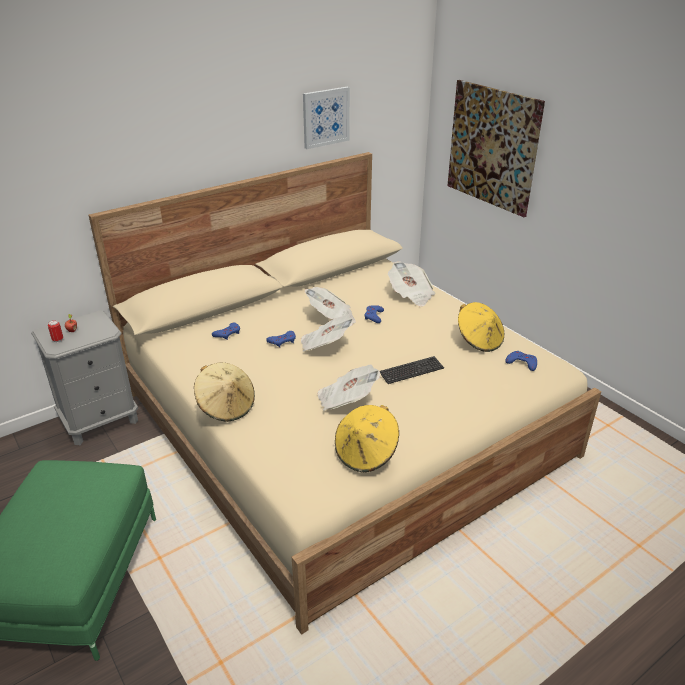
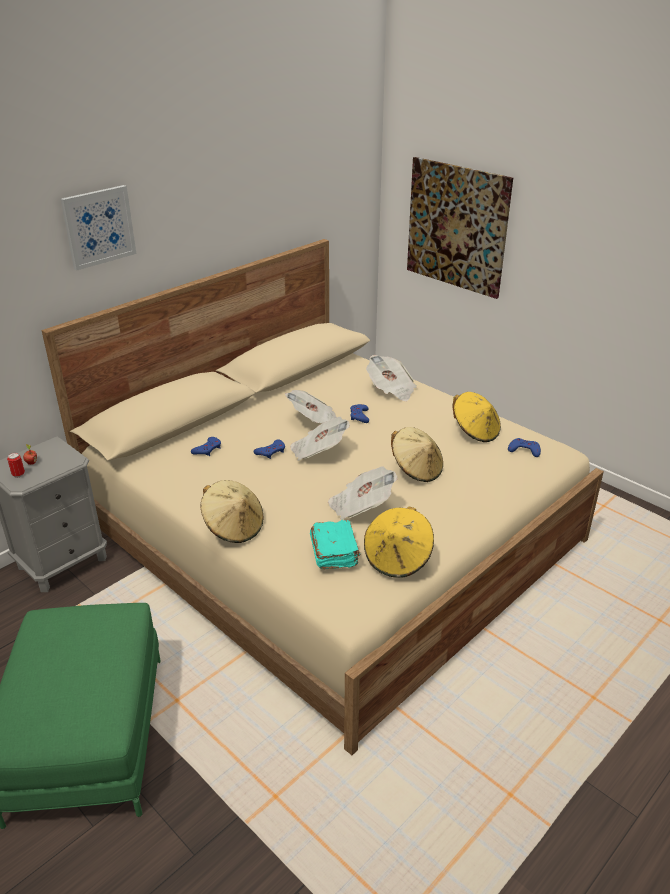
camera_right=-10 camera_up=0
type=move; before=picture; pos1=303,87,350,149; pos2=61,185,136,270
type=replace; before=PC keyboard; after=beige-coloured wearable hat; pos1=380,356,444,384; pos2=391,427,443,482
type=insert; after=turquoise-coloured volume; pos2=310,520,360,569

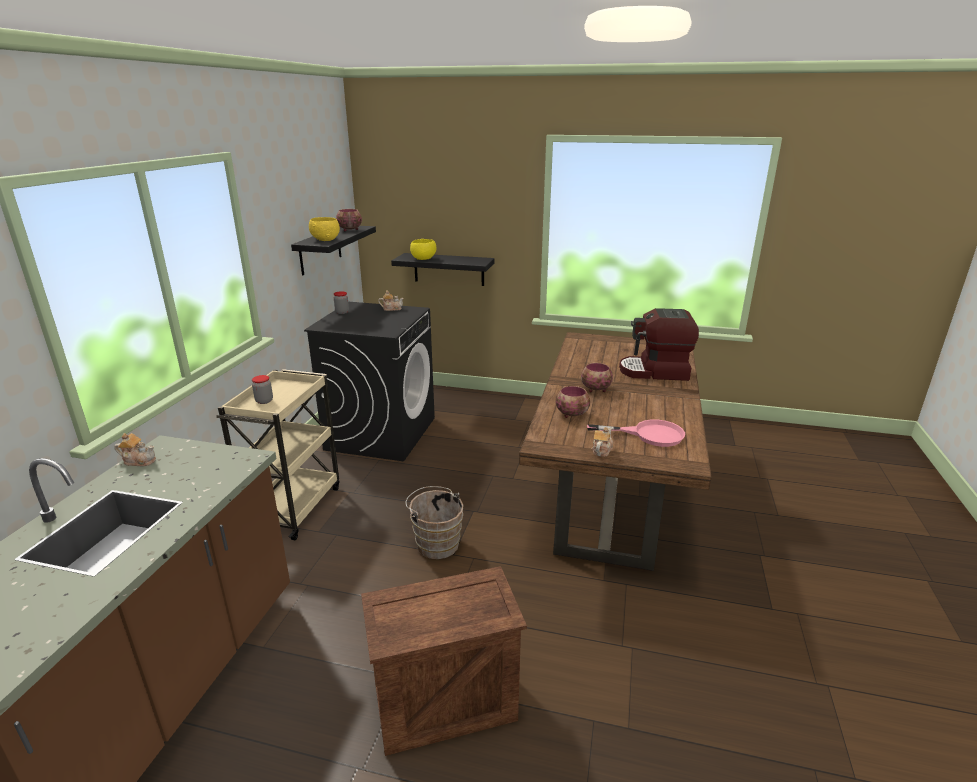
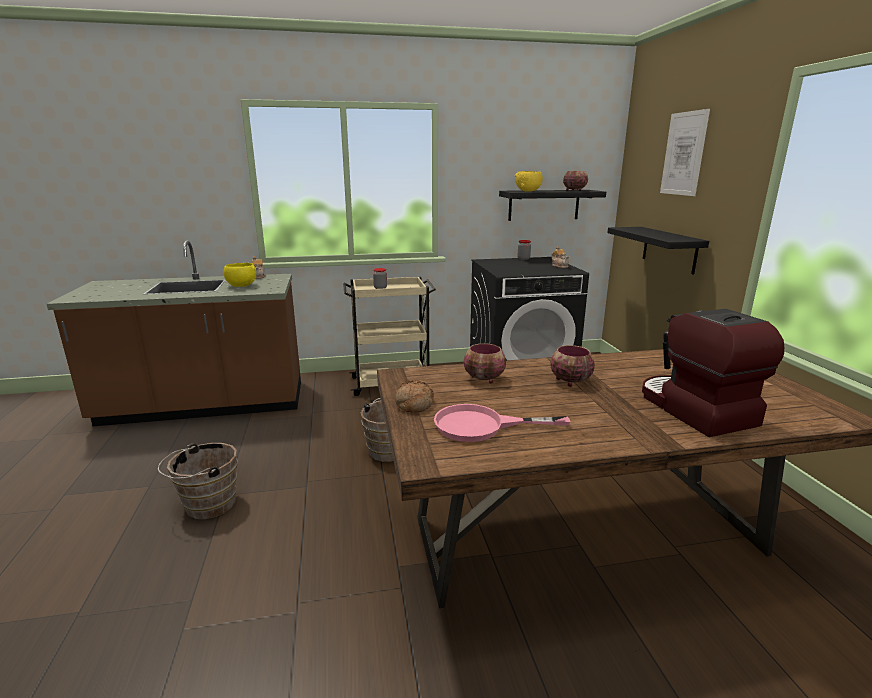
camera_right=65 camera_up=-5
type=move; before=yellow-coloured serving bowl; pos1=410,239,436,260; pos2=224,263,256,287
type=rotate; before=pinkish pan; pos1=587,420,685,447; pos2=434,404,570,442; turn=105
type=replace; before=pot for tea; after=baked bread; pos1=591,427,613,457; pos2=395,380,434,413
type=replace; before=shipping crate; after=brown bucket; pos1=361,566,527,756; pos2=158,443,238,519
type=insert; after=picture; pos2=660,109,710,196

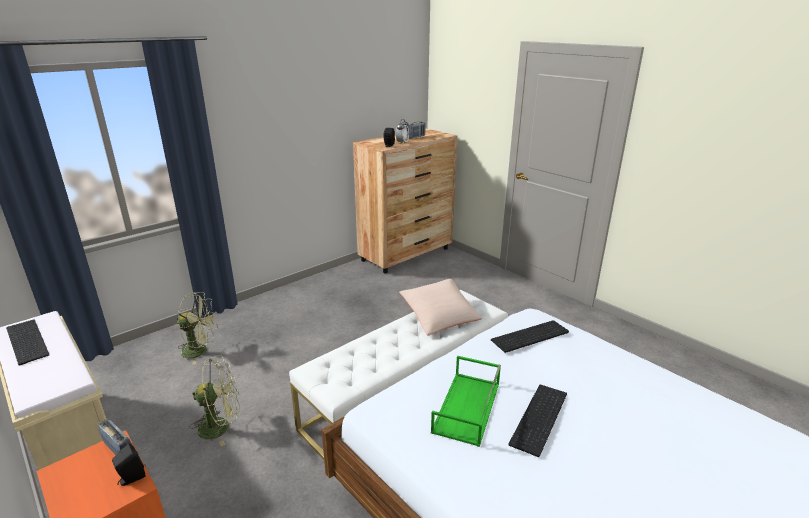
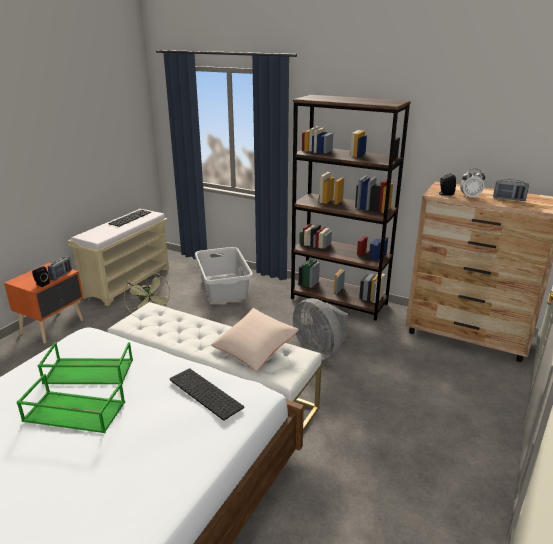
camera_right=70 camera_up=0
type=replace; before=green-coloured fan; after=gray laundry basket; pos1=177,292,218,365; pos2=195,247,253,303
type=replace; before=PC keyboard; after=green-coloured carrying tray; pos1=509,385,567,457; pos2=17,374,125,433
type=insert; after=brown bookshelf; pos2=291,95,411,321
type=insert; after=gray fan; pos2=293,298,348,360

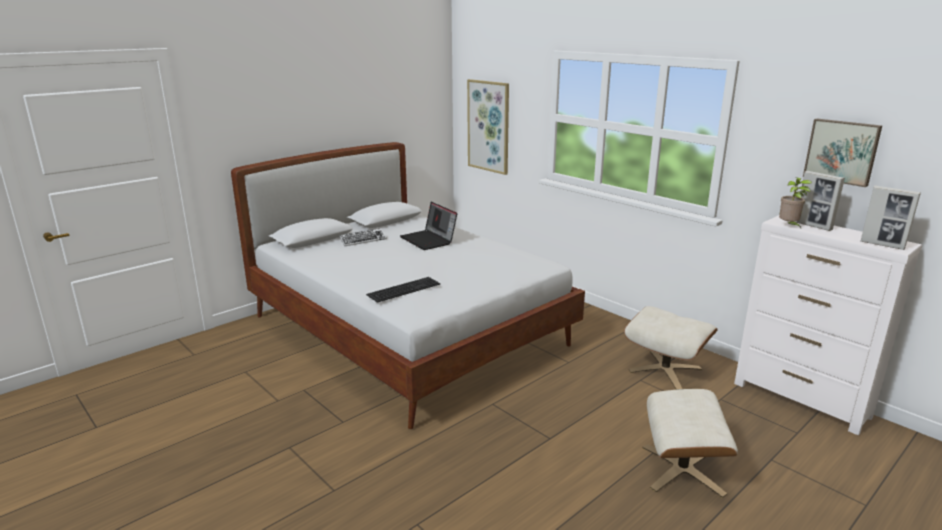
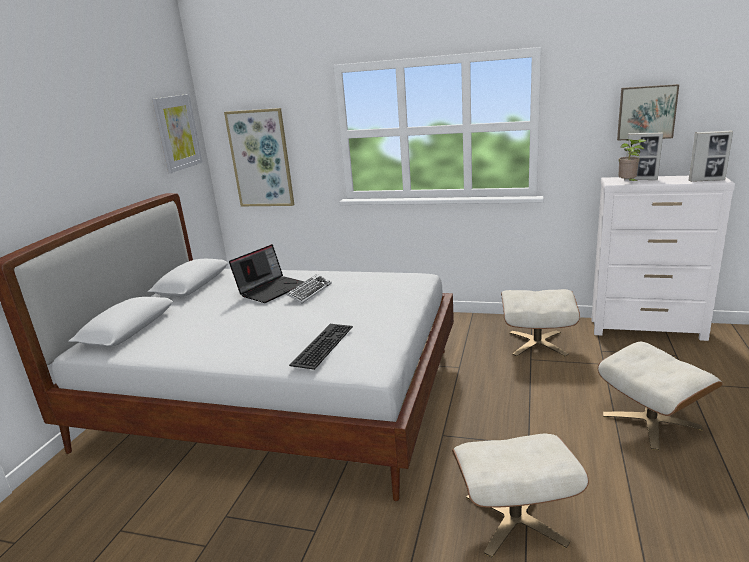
camera_right=-30 camera_up=0
type=rotate; before=notebook computer; pos1=400,202,457,250; pos2=229,244,305,303; turn=-75
type=move; before=PC keyboard; pos1=339,228,387,246; pos2=286,274,332,303
type=insert; after=picture; pos2=152,94,202,173
type=insert; after=beige-coloured pouffe; pos2=452,434,589,558

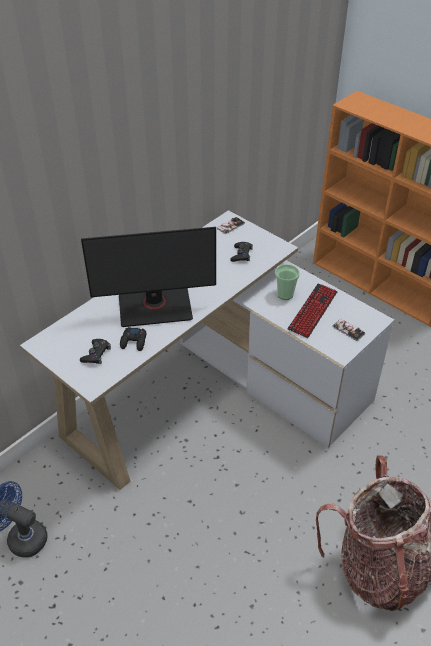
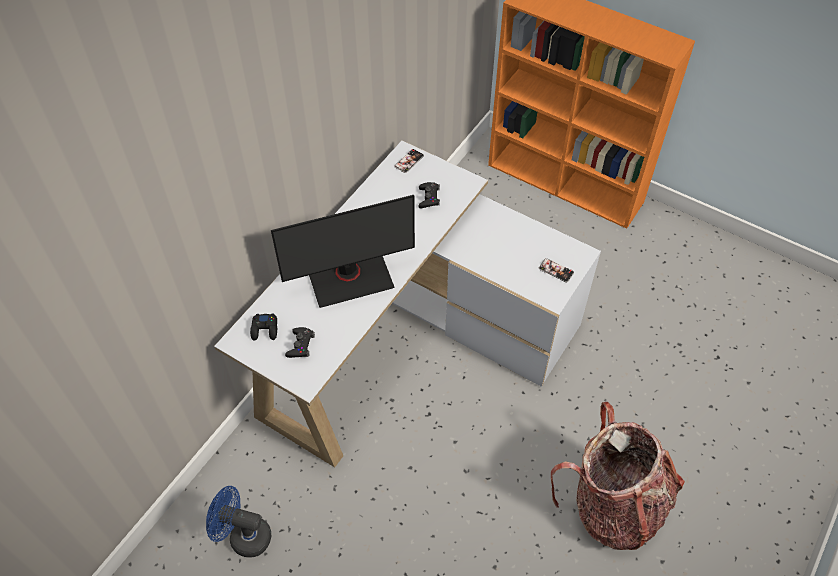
camera_right=-10 camera_up=10
type=delete; before=drinking cup; pos1=275,264,300,300
type=delete; before=PC keyboard; pos1=287,284,337,338
type=move; before=black joypad; pos1=120,327,146,351; pos2=250,314,277,341

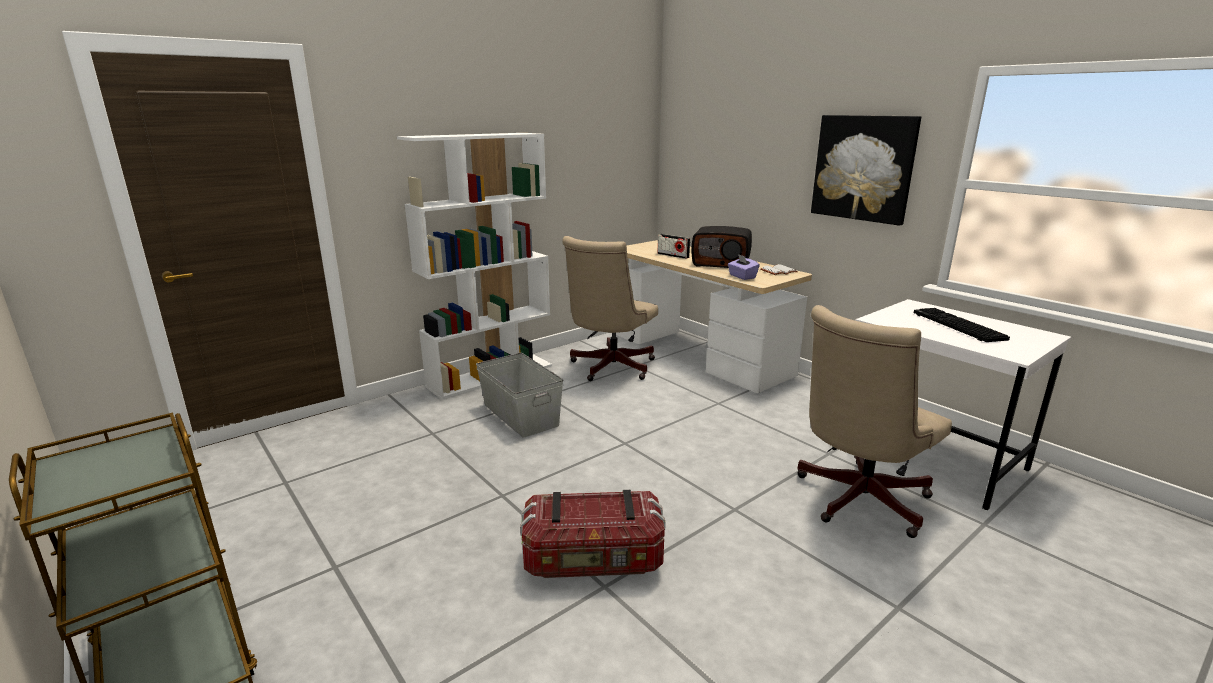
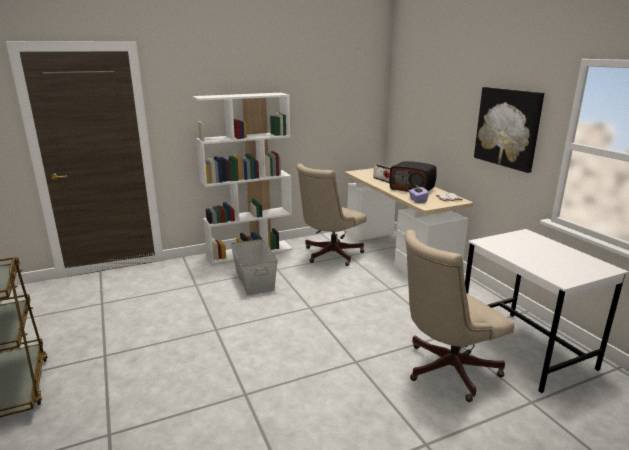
camera_right=15 camera_up=0
type=delete; before=PC keyboard; pos1=914,308,1010,342
type=delete; before=storage box; pos1=520,490,666,578

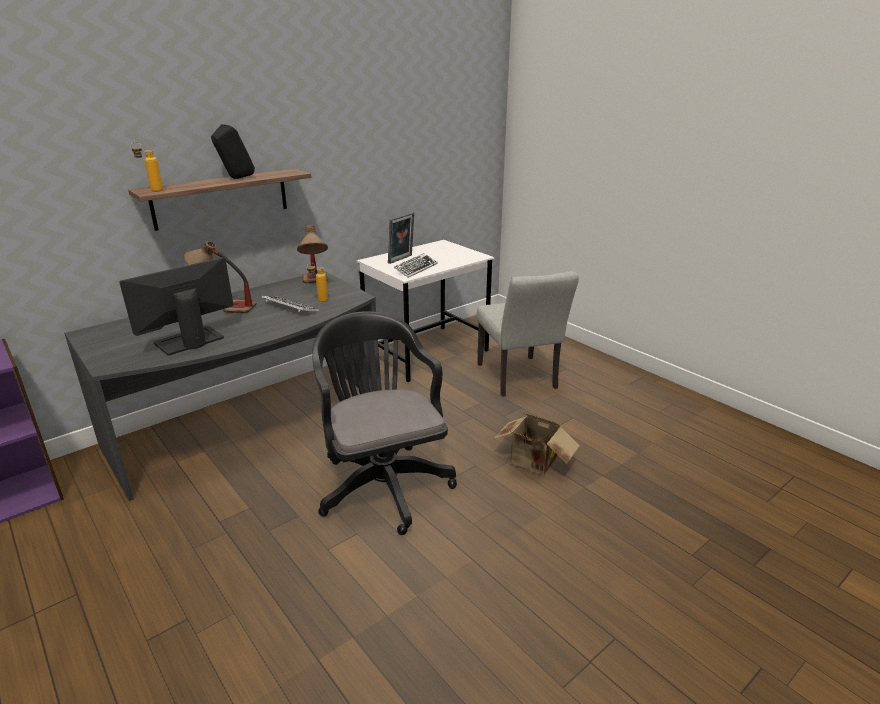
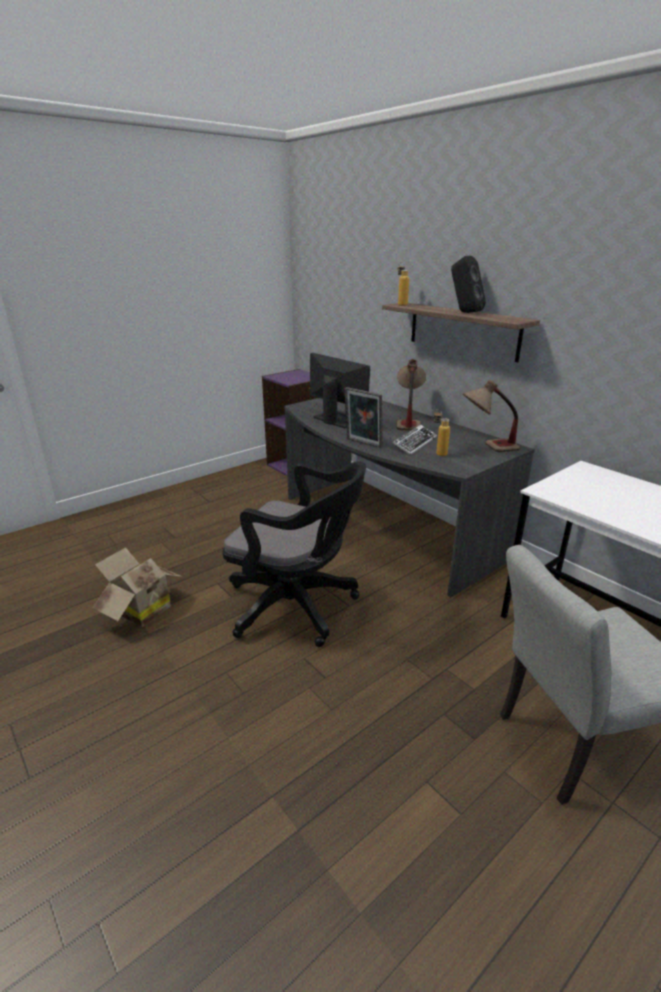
camera_right=90 camera_up=0
type=move; before=standing frame; pos1=388,212,414,264; pos2=345,387,383,448
type=delete; before=PC keyboard; pos1=394,253,438,278
type=rotate; before=black desk chair; pos1=312,311,457,535; pos2=222,461,366,647; turn=45
type=move; before=carton; pos1=494,412,580,475; pos2=93,547,183,627

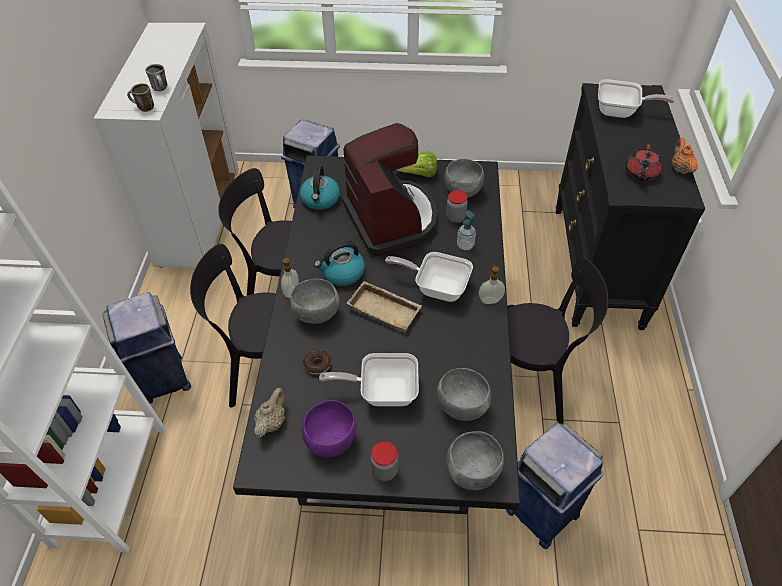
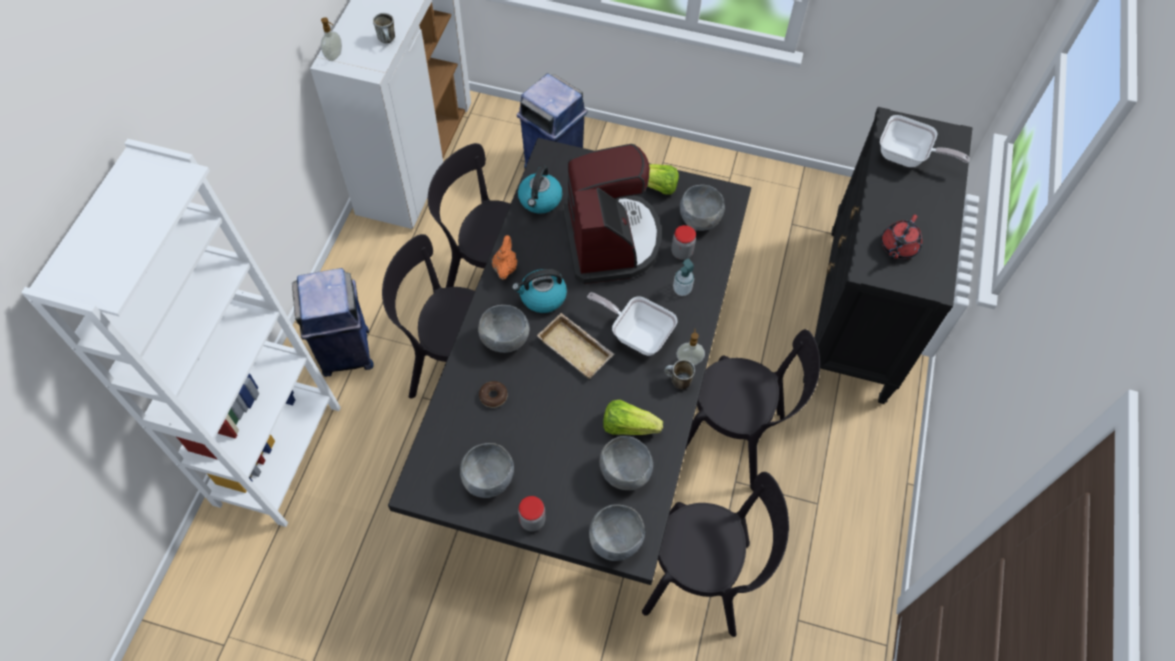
camera_right=10 camera_up=10
type=move; before=tea mug; pos1=127,83,154,112; pos2=664,360,695,390
type=move; before=orange-coloured pot for tea; pos1=672,138,698,174; pos2=492,235,517,280
type=move; before=soap bottle; pos1=281,258,299,298; pos2=321,17,342,61
type=delete; before=pan; pos1=319,353,419,406
type=delete; before=beige-coloured pot for tea; pos1=254,388,285,437
type=recolor; before=purplish serving bowl; after=gray serving bowl; pos1=302,400,356,458; pos2=460,443,514,498
type=replace; before=blue trash can; after=black upright chair; pos1=506,422,603,549; pos2=642,472,789,637
type=insert; after=lettuce head; pos2=603,400,663,435

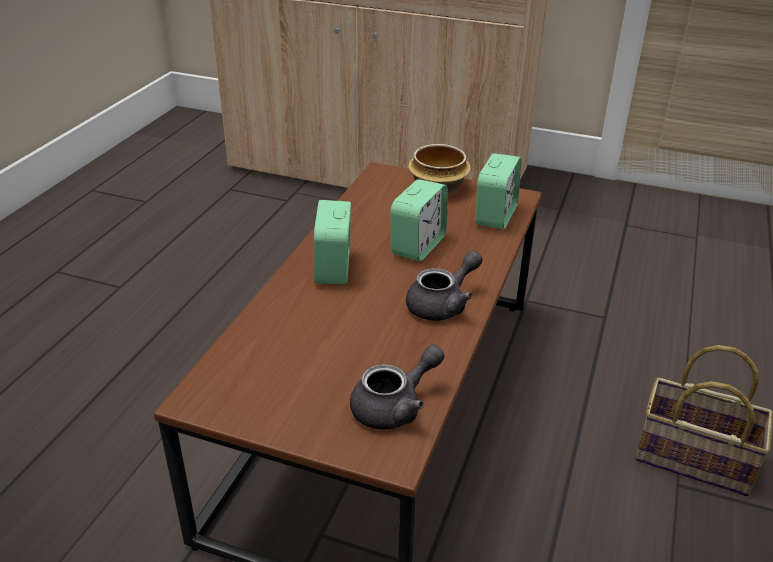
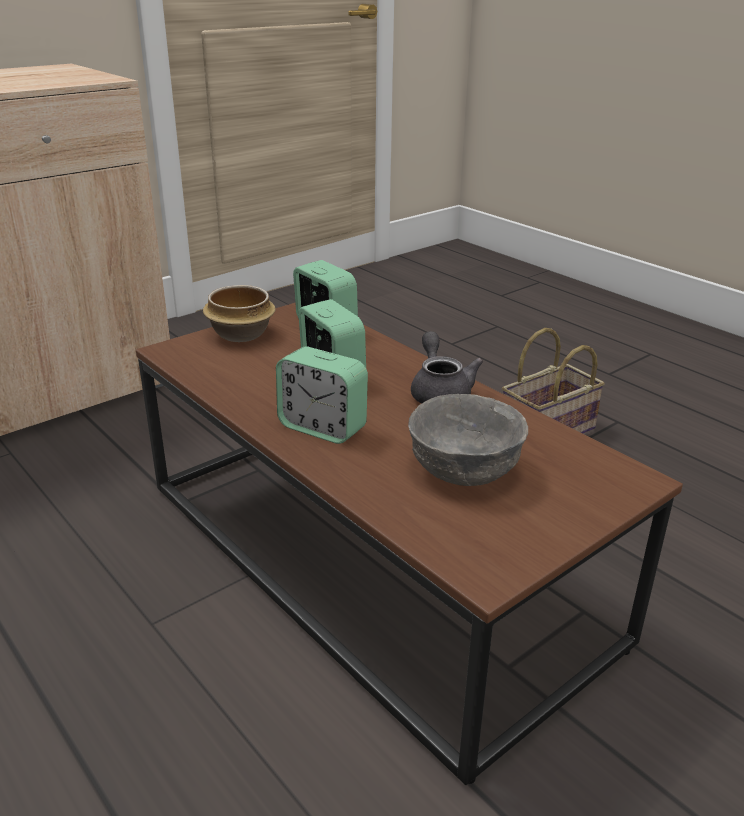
camera_right=-60 camera_up=-5
type=delete; before=gray pot for tea; pos1=350,344,445,430
type=insert; after=gray serving bowl; pos2=408,394,528,486

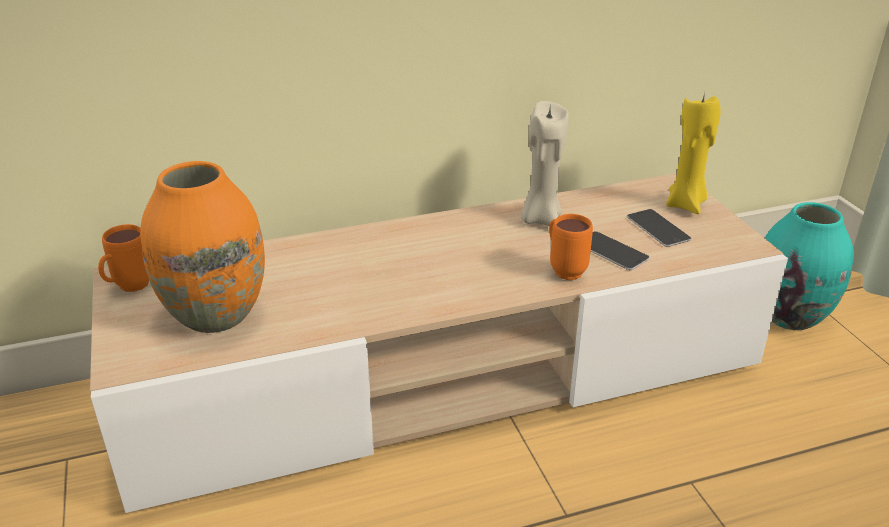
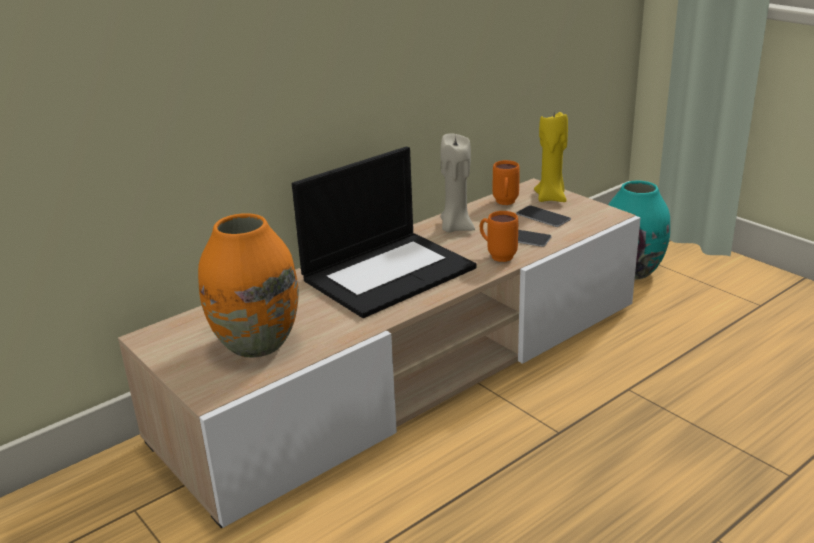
camera_right=-20 camera_up=-5
type=move; before=orange-coloured tea mug; pos1=98,224,149,292; pos2=493,160,520,205
type=insert; after=notebook computer; pos2=292,146,477,318

